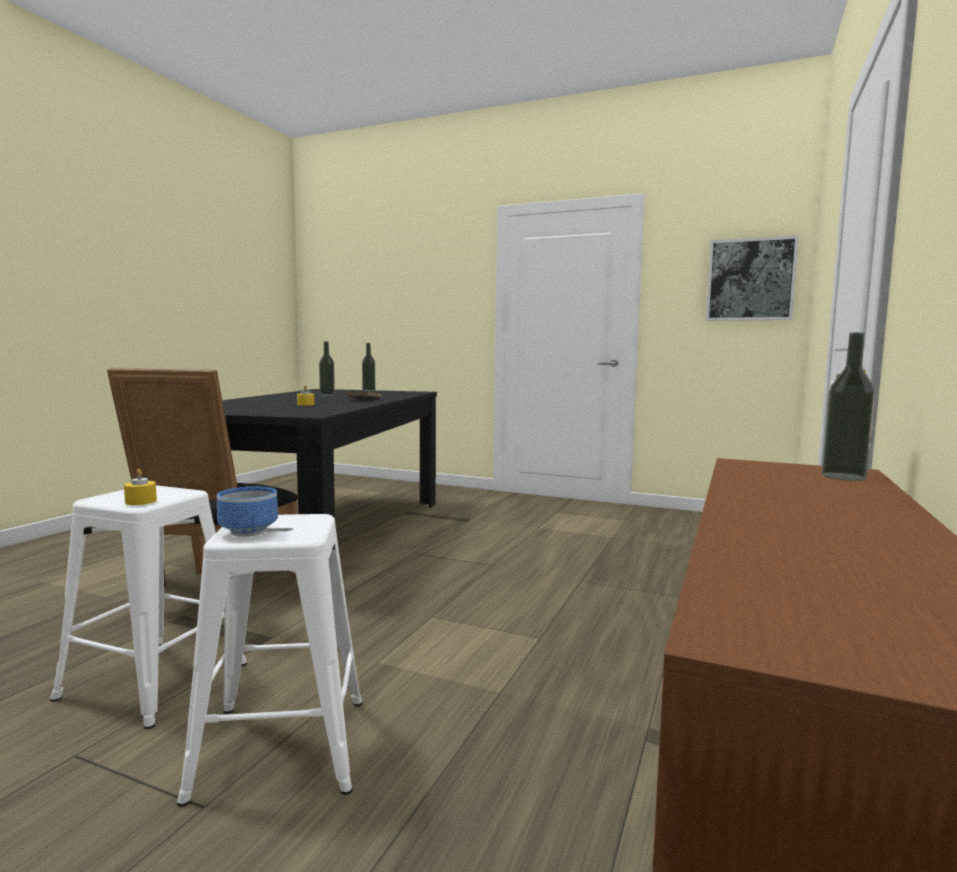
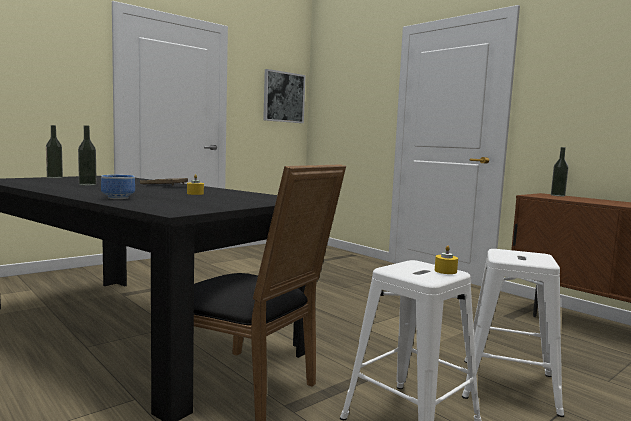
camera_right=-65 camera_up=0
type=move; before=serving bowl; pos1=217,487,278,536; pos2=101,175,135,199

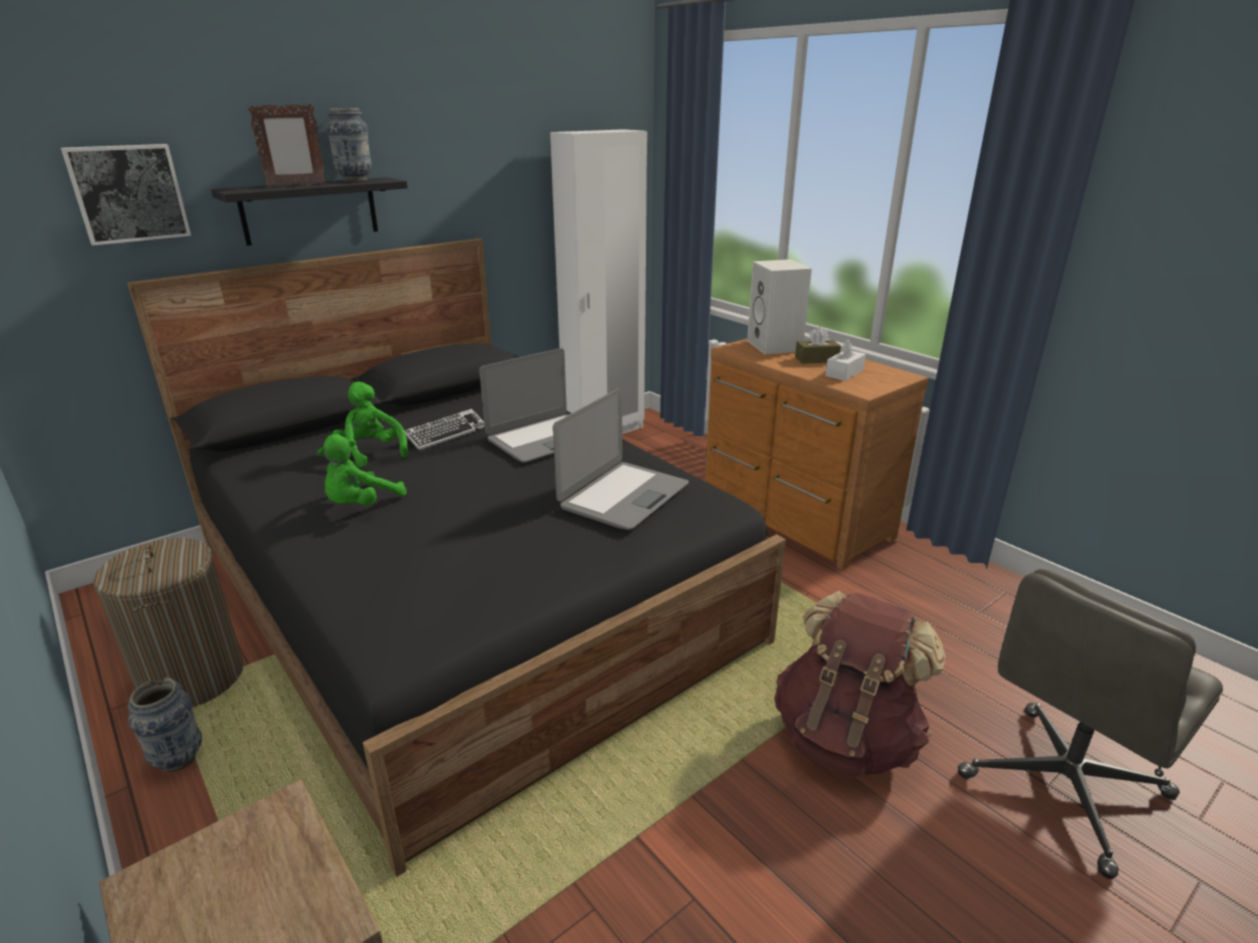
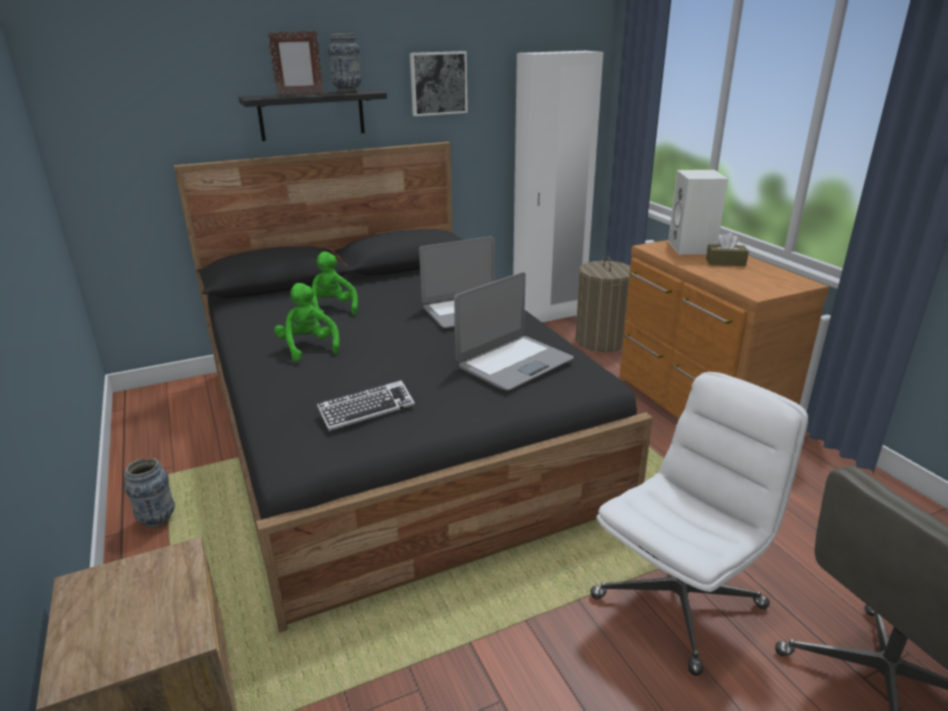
camera_right=15 camera_up=0
type=move; before=picture; pos1=61,144,191,246; pos2=410,51,468,116
type=delete; before=whitish tissue box; pos1=825,339,866,381
type=move; before=PC keyboard; pos1=404,409,485,450; pos2=317,380,415,431
type=rotate; before=green-coloured soft toy; pos1=317,434,406,505; pos2=274,283,340,361; turn=105
type=move; before=laundry basket; pos1=93,538,244,708; pos2=575,257,630,352
type=replace; before=brown rucksack; after=whitish desk chair; pos1=775,591,945,778; pos2=590,372,808,676

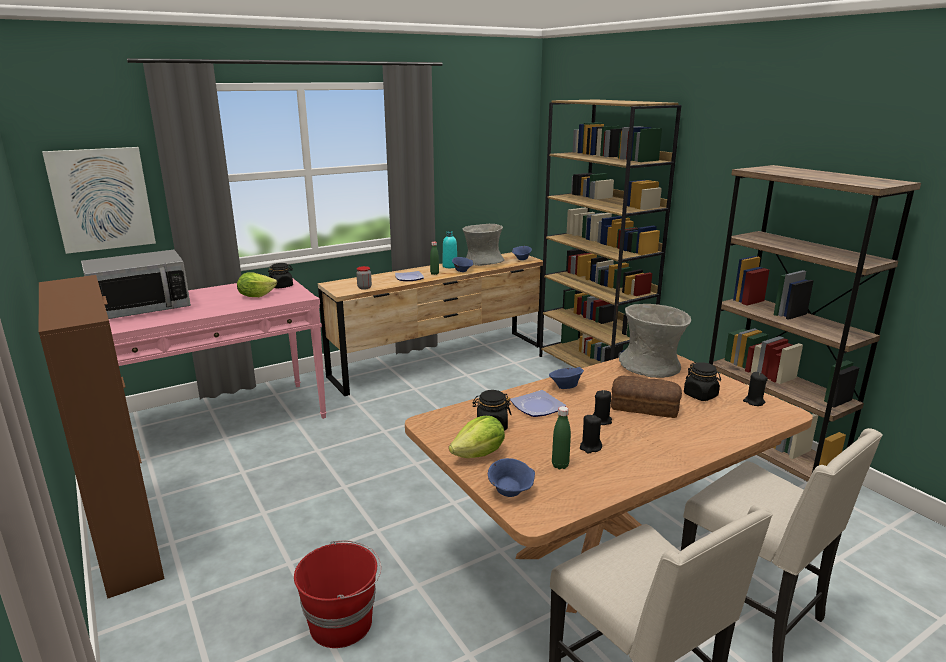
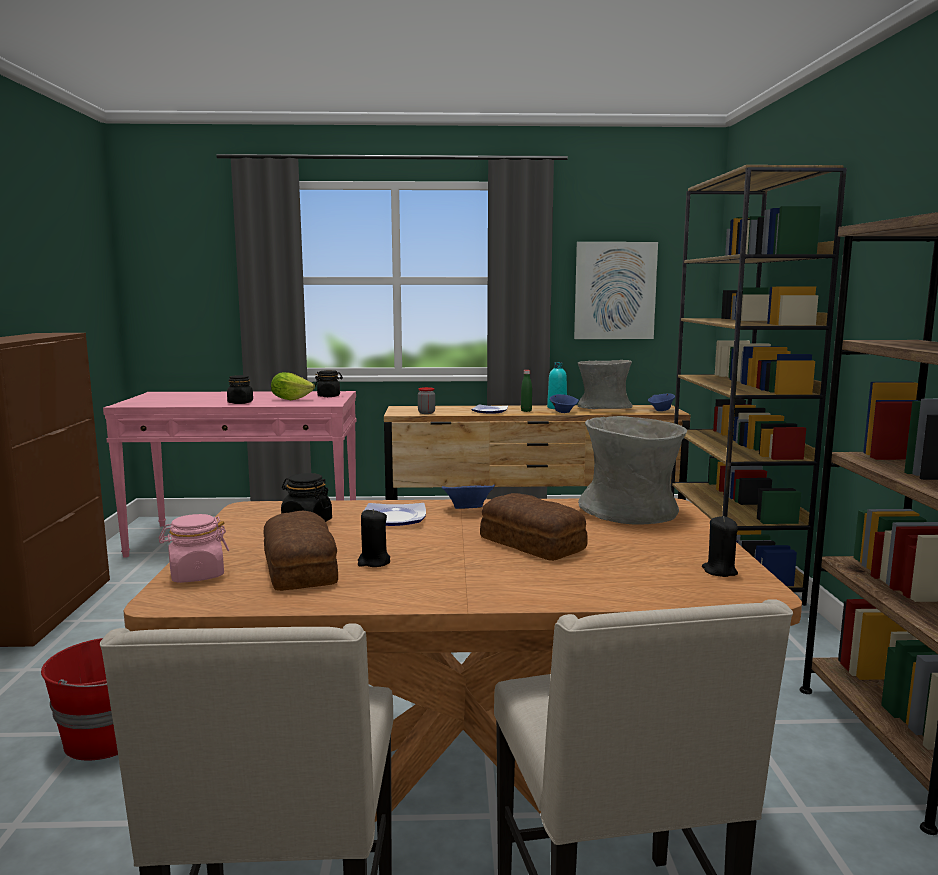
camera_right=30 camera_up=-10
type=move; before=picture; pos1=42,147,156,254; pos2=574,242,658,339
type=delete; before=microwave; pos1=81,250,191,319
type=move; before=black storage jar; pos1=684,362,721,401; pos2=227,375,253,404
type=delete; before=black candle; pos1=593,390,612,425
type=replace; before=green-coloured bottle; after=baked bread; pos1=552,406,571,469; pos2=264,511,338,591
type=delete; before=lettuce head; pos1=449,416,505,458
type=replace; before=blue serving bowl; after=pinkish storage jar; pos1=488,458,535,497; pos2=159,514,229,583

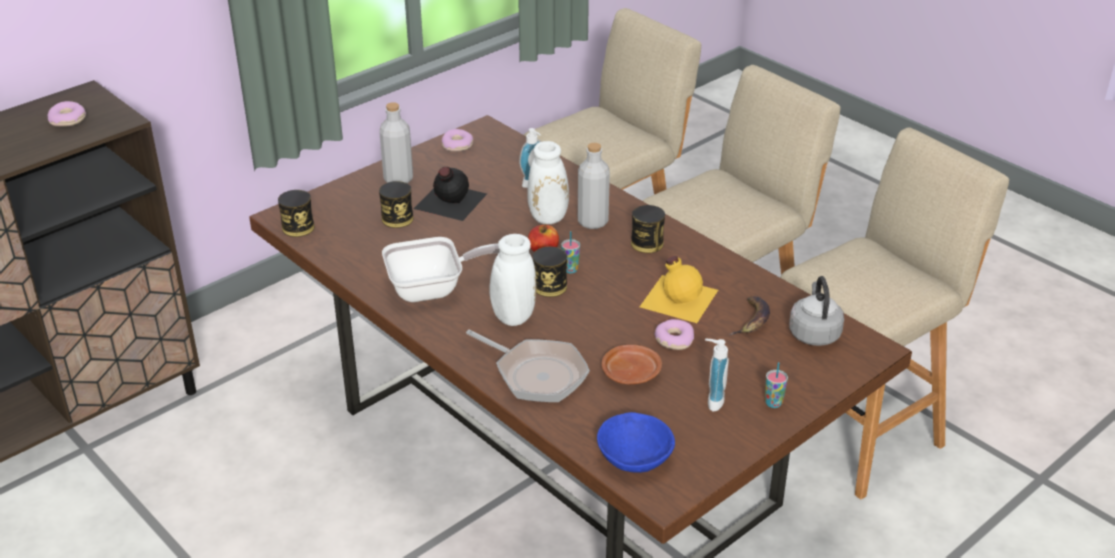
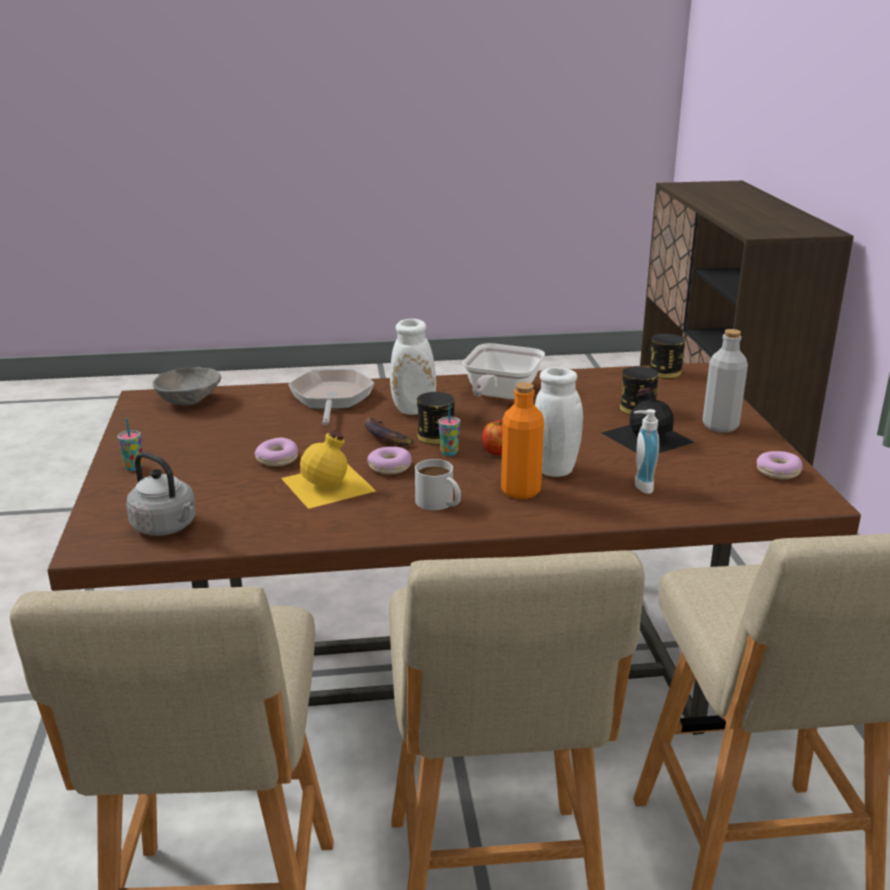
camera_right=125 camera_up=-10
type=move; before=doughnut; pos1=47,101,86,127; pos2=367,447,412,474
type=recolor; before=gray bottle; after=orange-coloured bottle; pos1=578,143,610,229; pos2=501,382,544,499
type=replace; before=metal can; after=whitish tea mug; pos1=631,205,665,253; pos2=415,459,461,510
type=move; before=banana fruit; pos1=729,296,770,335; pos2=364,417,414,445
type=rotate; before=pan; pos1=466,330,590,402; pos2=288,369,375,425; turn=105
type=delete; before=soap bottle; pos1=705,339,729,411
type=delete; before=brown flat dish; pos1=601,345,662,384
type=recolor; before=blue serving bowl; after=gray serving bowl; pos1=597,412,675,473; pos2=153,367,221,406

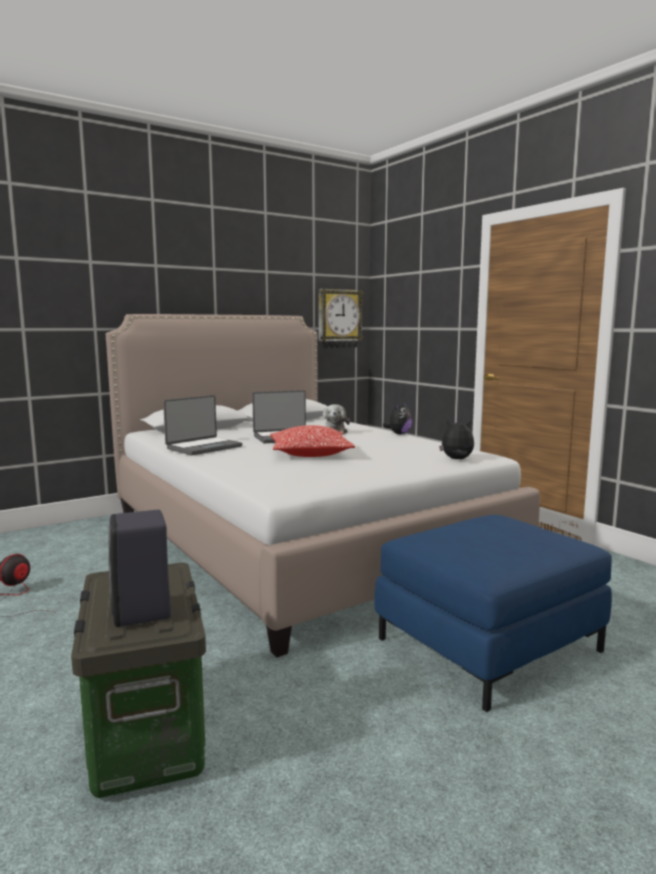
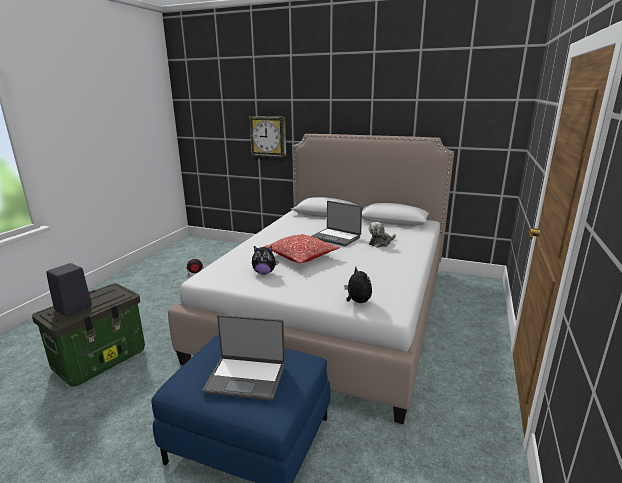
camera_right=55 camera_up=10
type=move; before=wall clock; pos1=319,288,364,348; pos2=248,116,286,162
type=move; before=notebook computer; pos1=163,395,242,455; pos2=203,315,285,401
type=move; before=soft toy; pos1=383,402,412,435; pos2=252,246,278,275

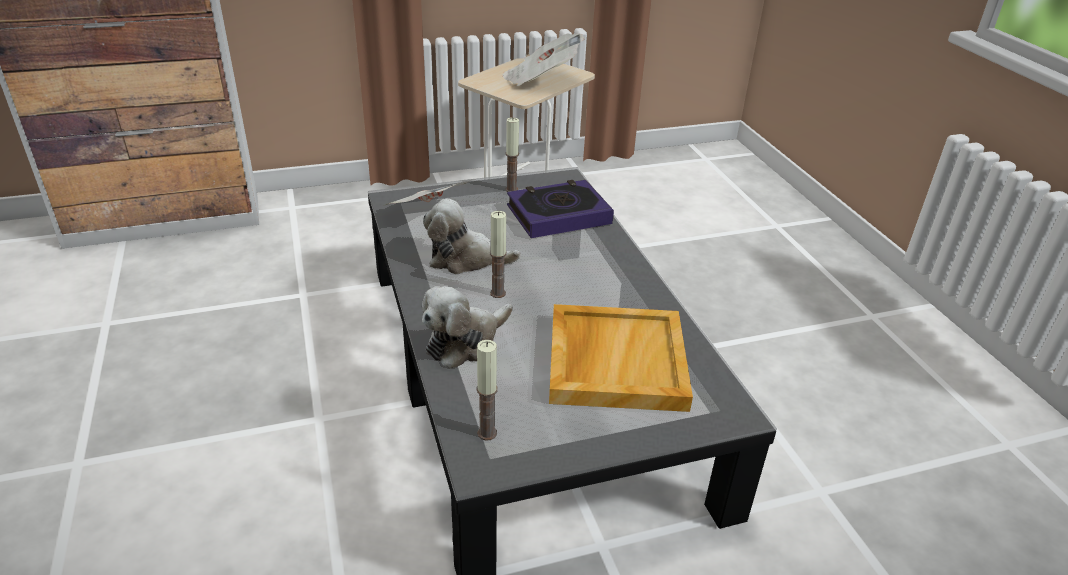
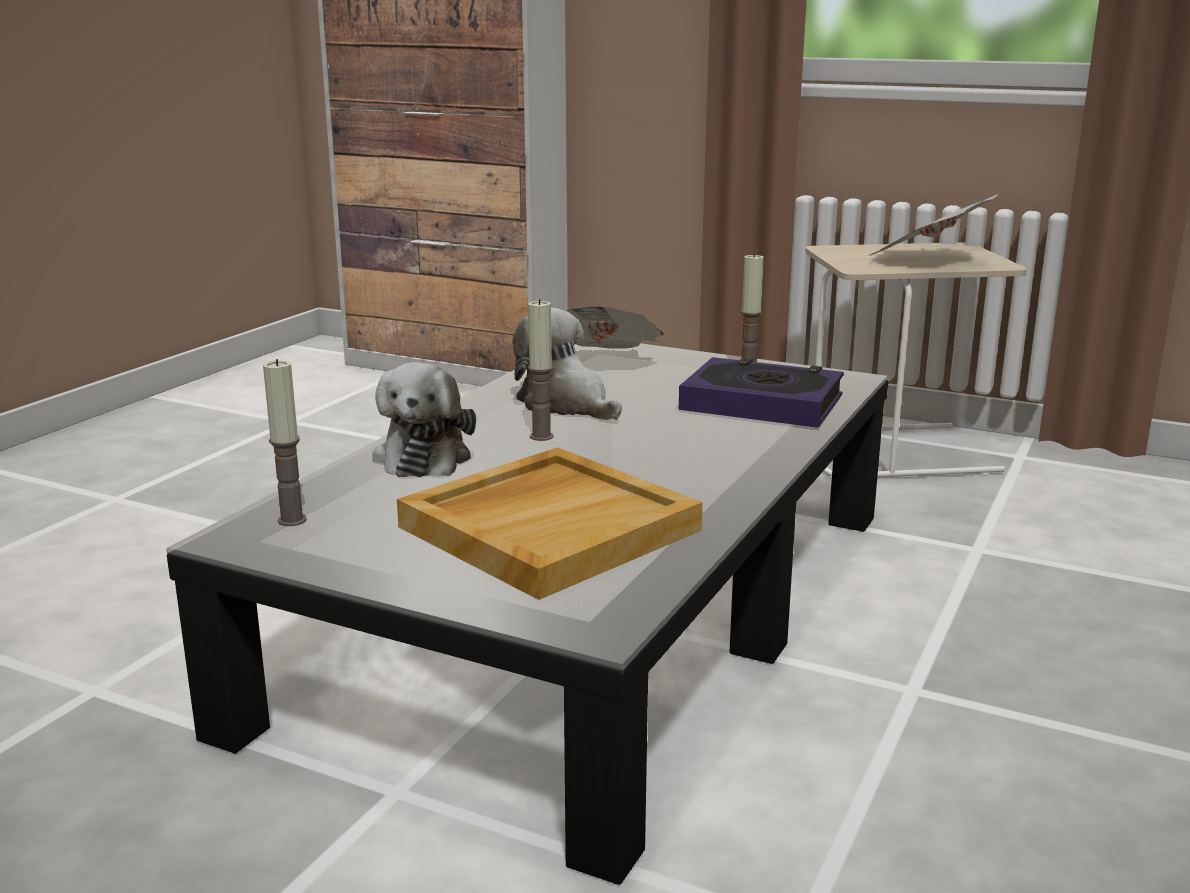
camera_right=45 camera_up=-15
type=rotate; before=soft toy; pos1=422,286,513,369; pos2=372,362,476,477; turn=-90

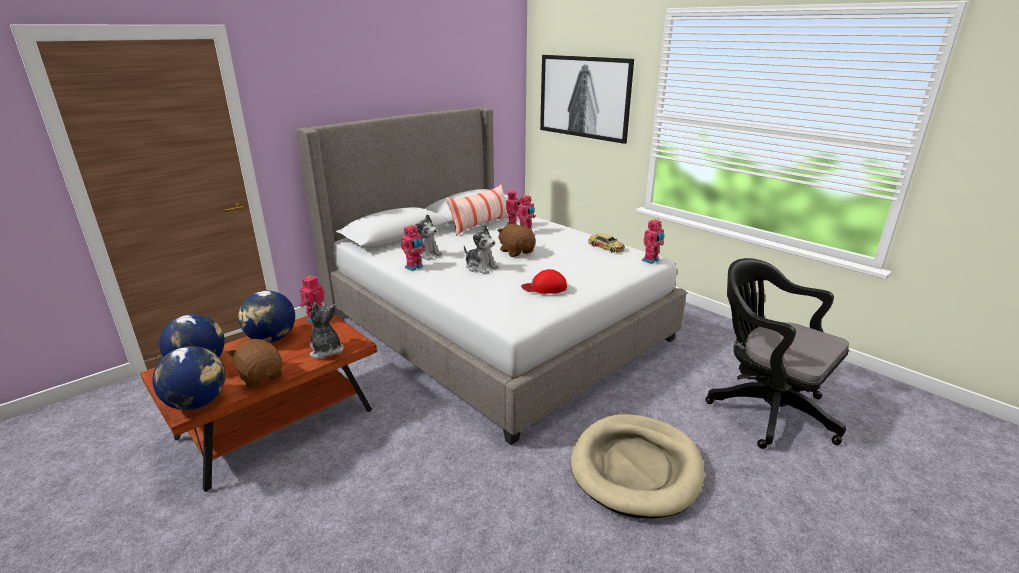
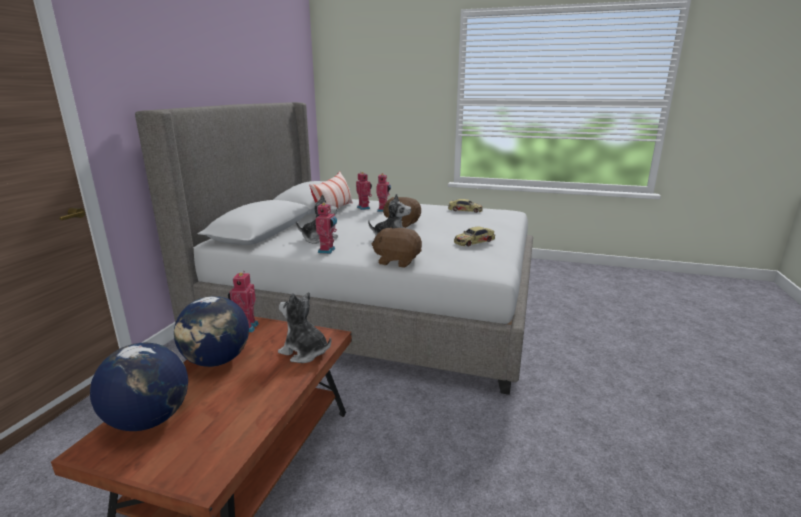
camera_right=-30 camera_up=-5
type=delete; before=picture; pos1=540,55,634,144
type=delete; before=model robot; pos1=642,218,665,264
type=delete; before=black desk chair; pos1=705,258,849,449
type=replace; before=red baseball cap; after=model car; pos1=521,269,567,294; pos2=454,226,495,246
type=move; before=brown soft toy; pos1=227,337,283,388; pos2=372,227,422,268
type=delete; before=desk globe; pos1=152,346,225,410
type=delete; before=beige-coloured dog cushion; pos1=571,414,704,519

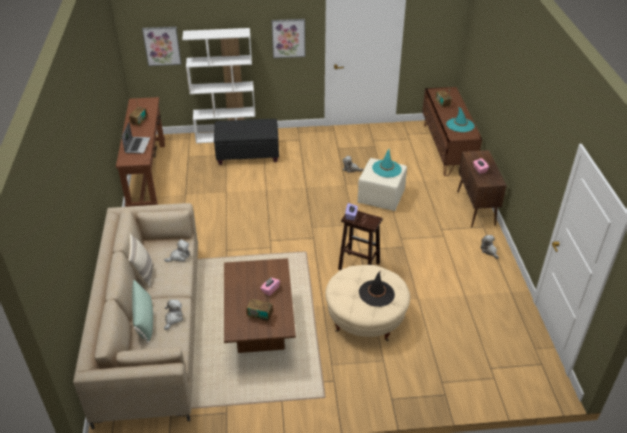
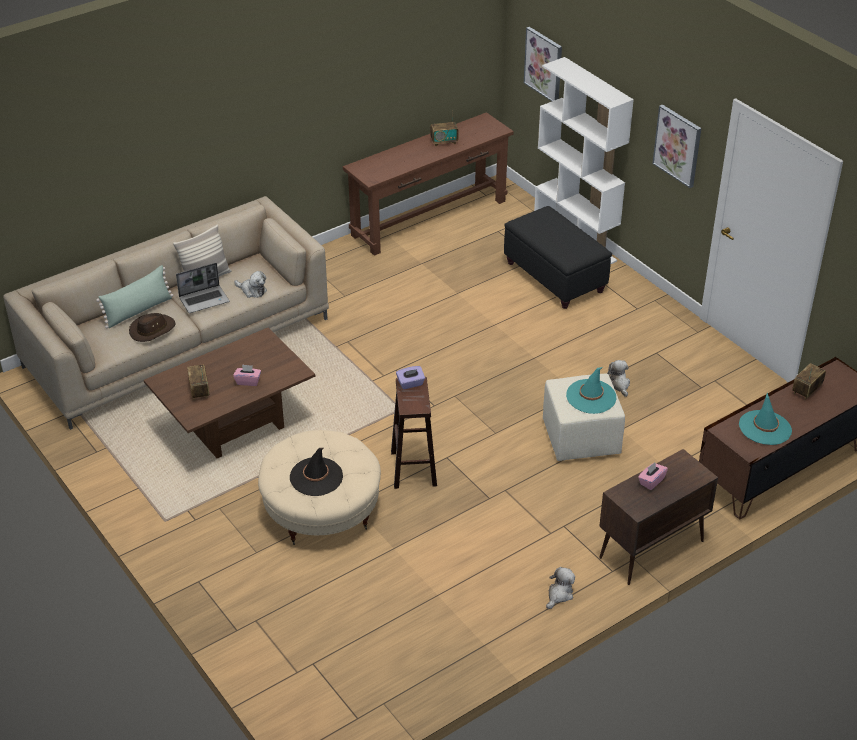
camera_right=60 camera_up=0
type=move; before=notebook computer; pos1=122,122,150,153; pos2=176,263,229,313
type=replace; before=soft toy; after=brown wearable hat; pos1=164,300,183,330; pos2=129,313,176,342

